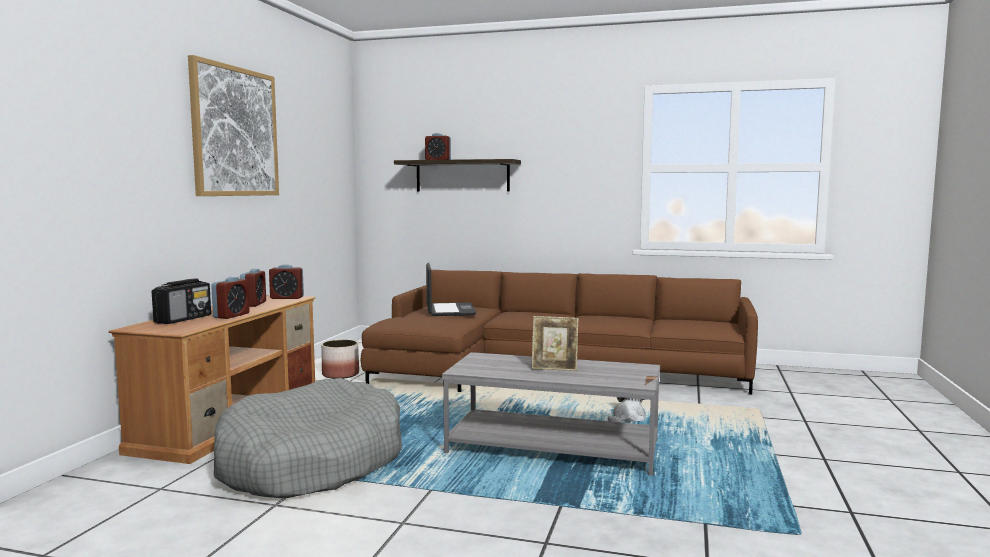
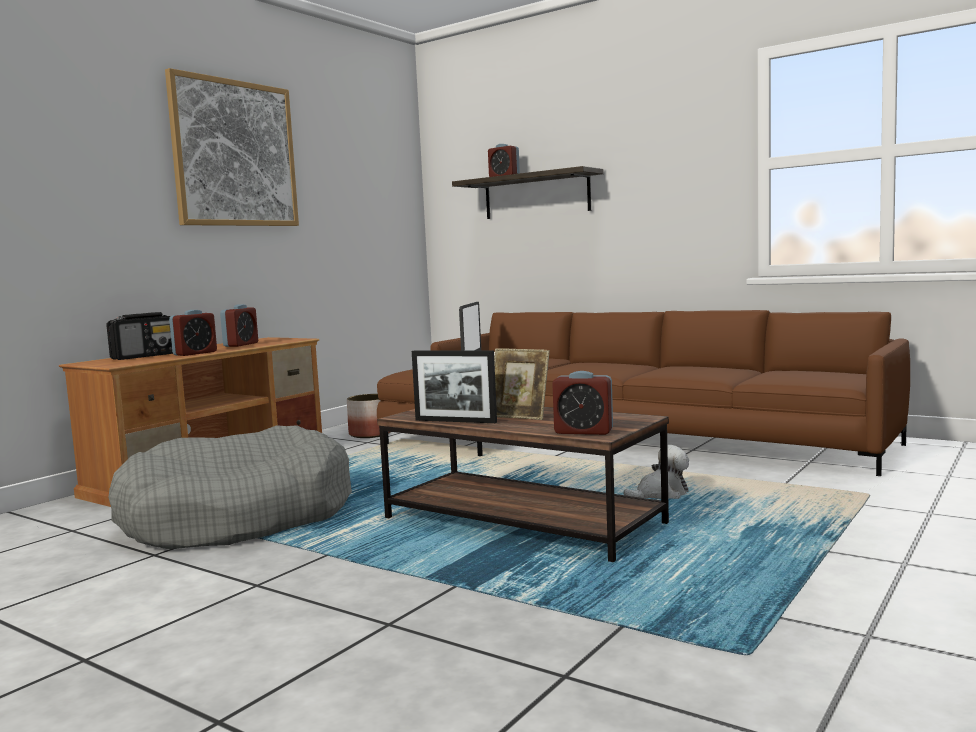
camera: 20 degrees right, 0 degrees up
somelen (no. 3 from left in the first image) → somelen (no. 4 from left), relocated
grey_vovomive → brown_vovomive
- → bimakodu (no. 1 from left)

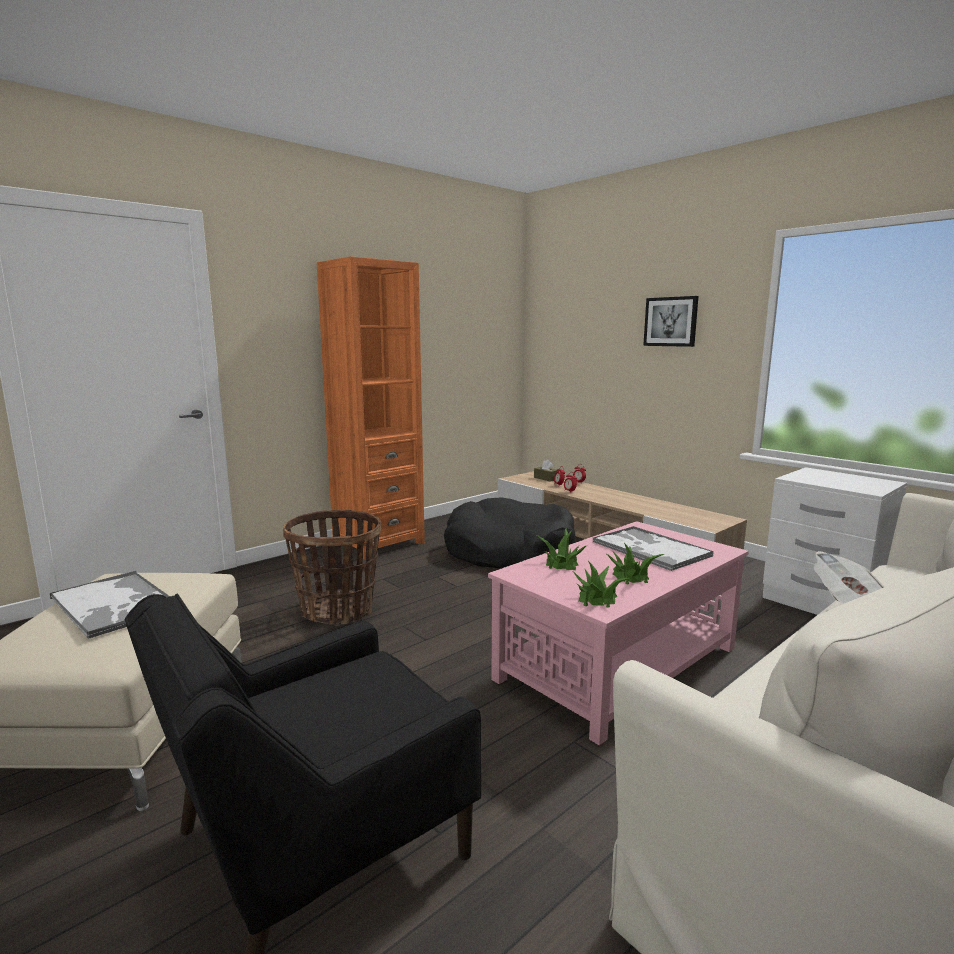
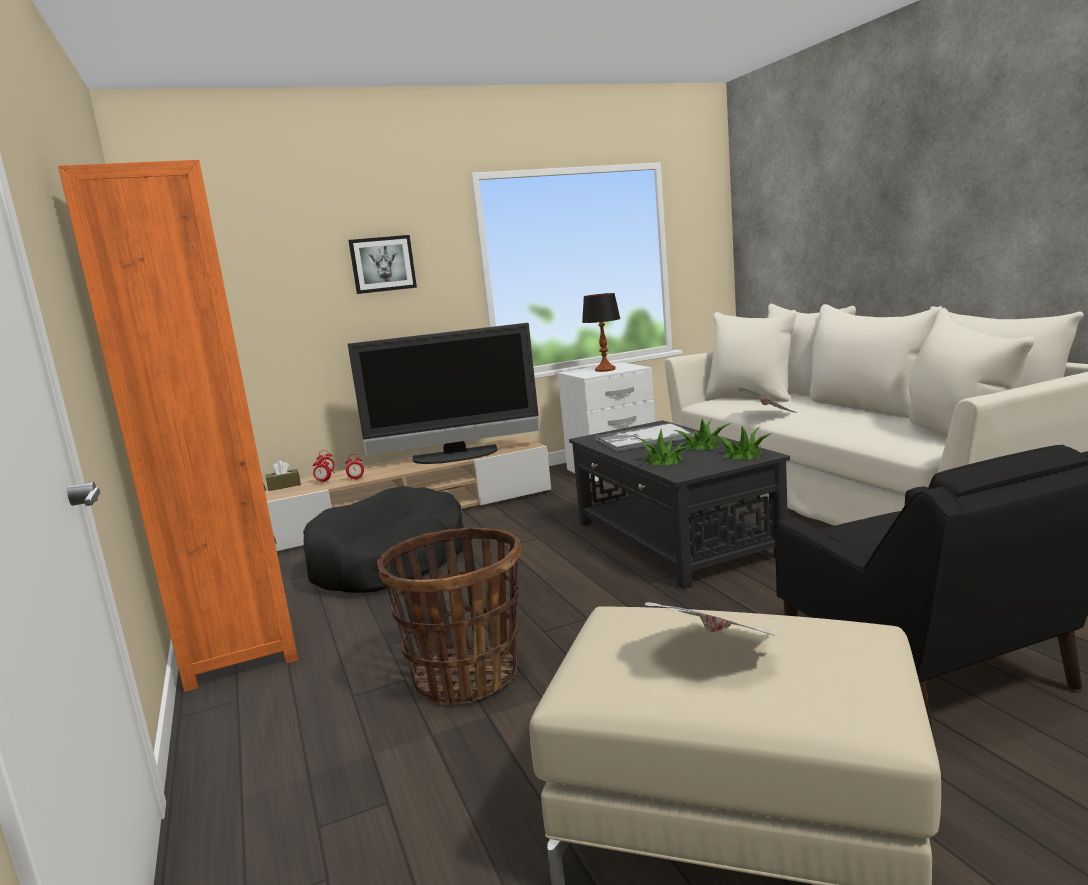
camera: 70 degrees left, 0 degrees up
pink_vovomive → black_vovomive
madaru (no. 1 from left) → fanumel (no. 1 from left)
- → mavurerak
- → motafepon

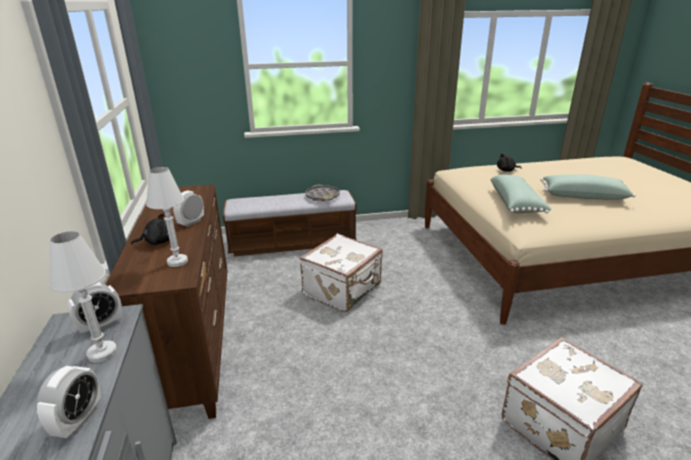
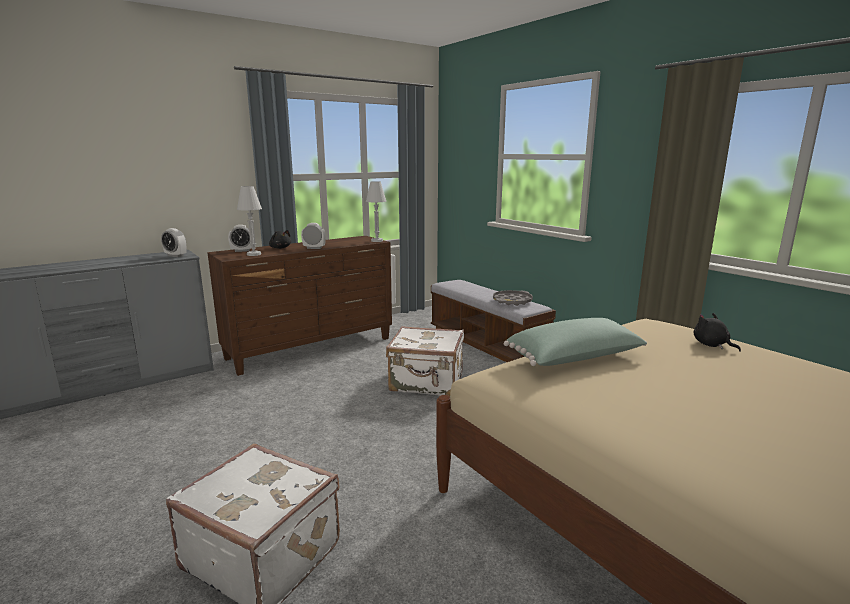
camera: 65 degrees right, 10 degrees down
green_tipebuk (no. 2 from left) → -
white_mavurerak (no. 1 from left in the first image) → white_mavurerak (no. 2 from left), relocated
somelen (no. 1 from left in the first image) → somelen (no. 2 from left), relocated

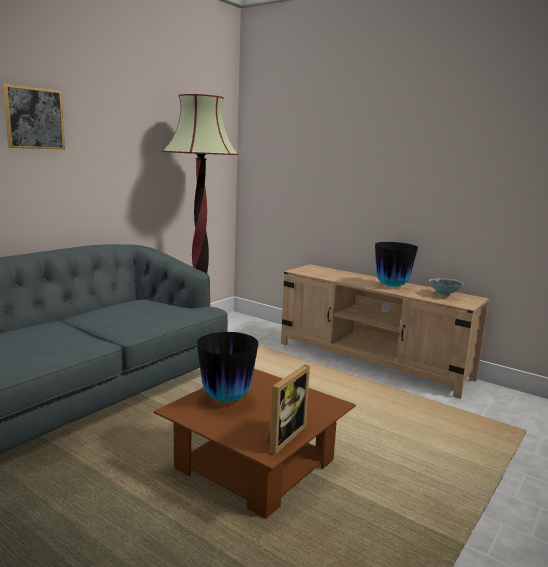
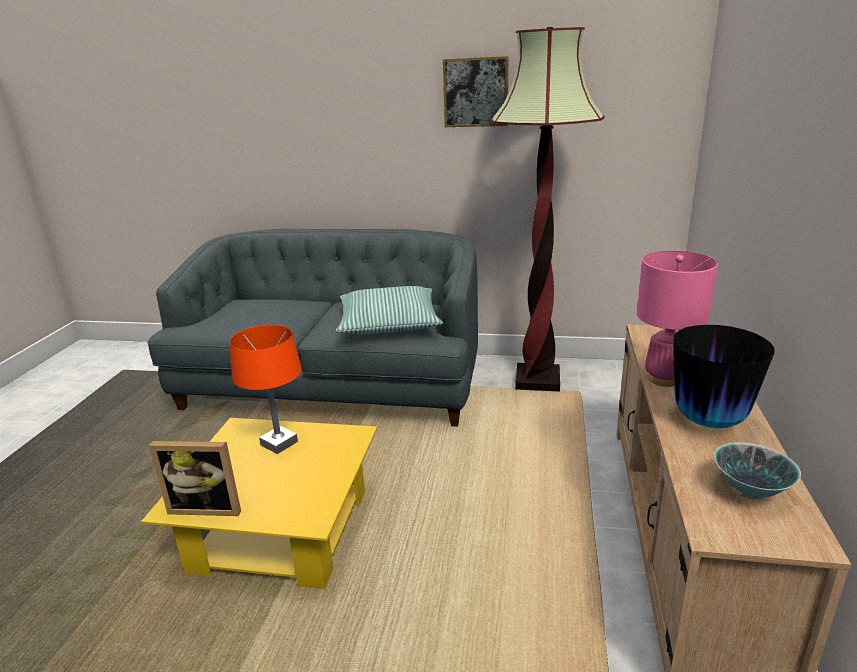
camera: 65 degrees right, 10 degrees up
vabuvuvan, relocated
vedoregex (no. 1 from left) → orange_mavurerak
brown_vovomive → yellow_vovomive
- → pink_mavurerak
- → tipebuk

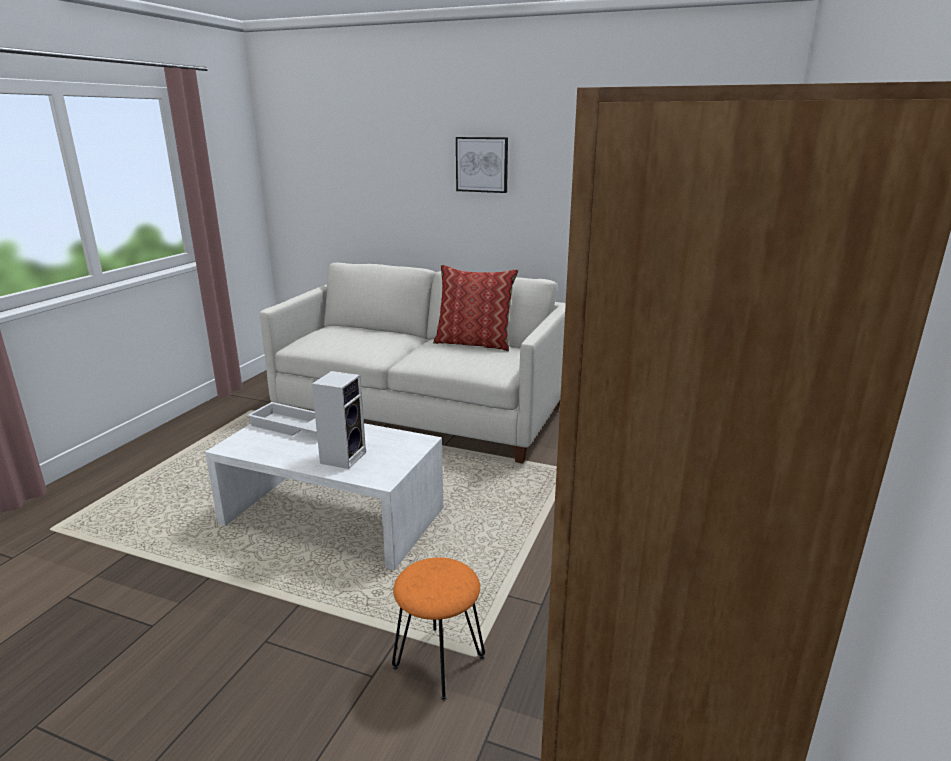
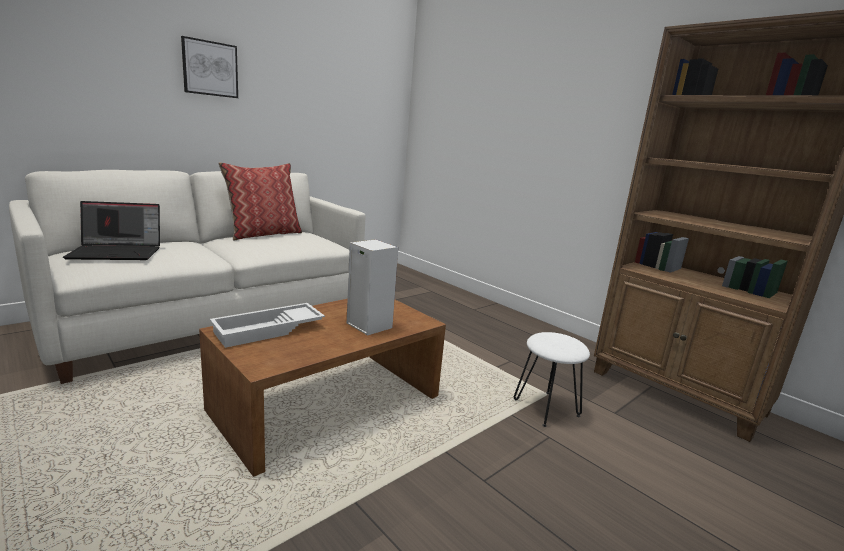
camera: 65 degrees left, 5 degrees down
white_vovomive → brown_vovomive
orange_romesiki → white_romesiki
- → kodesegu

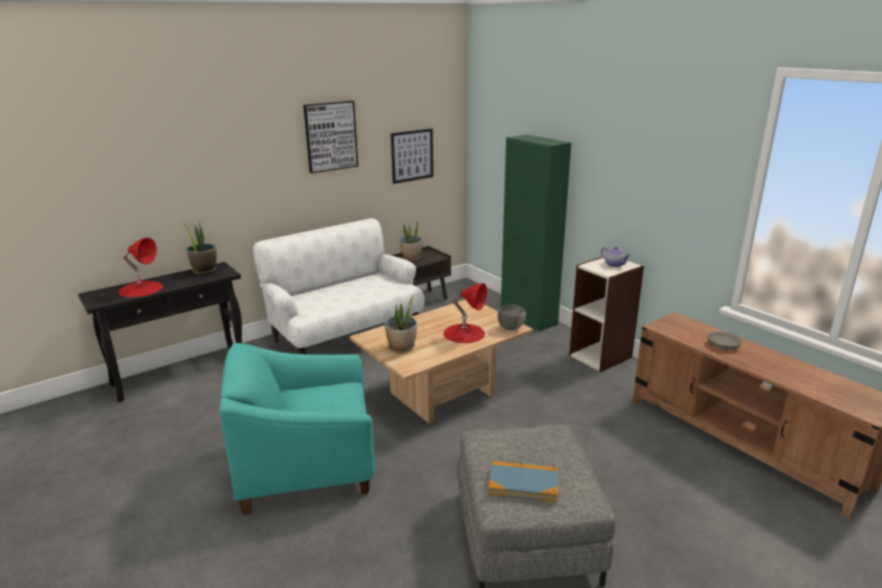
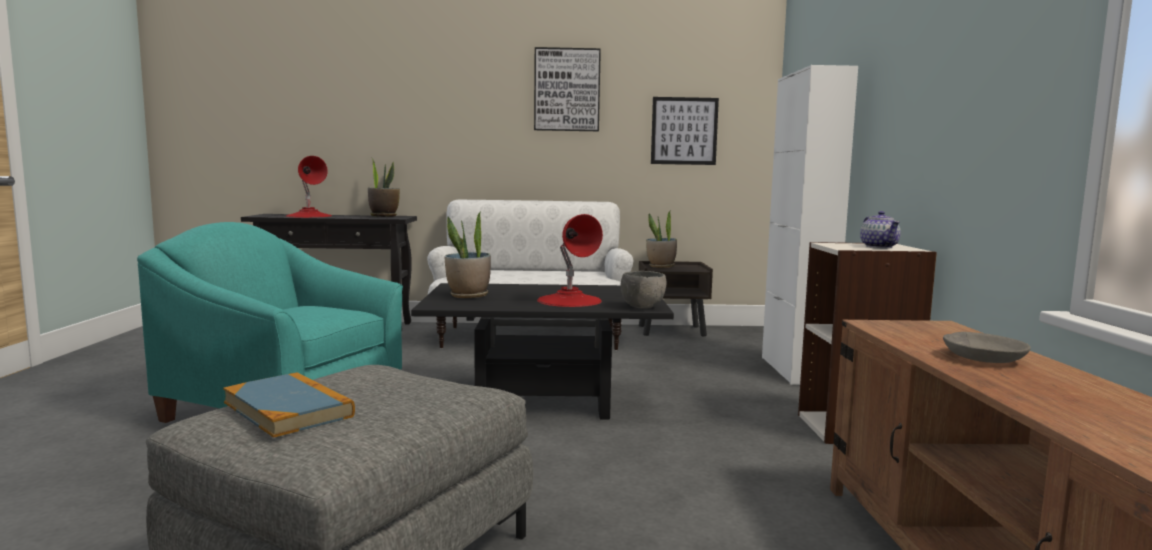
camera: 35 degrees right, 15 degrees down
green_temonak → white_temonak
beige_vovomive → black_vovomive

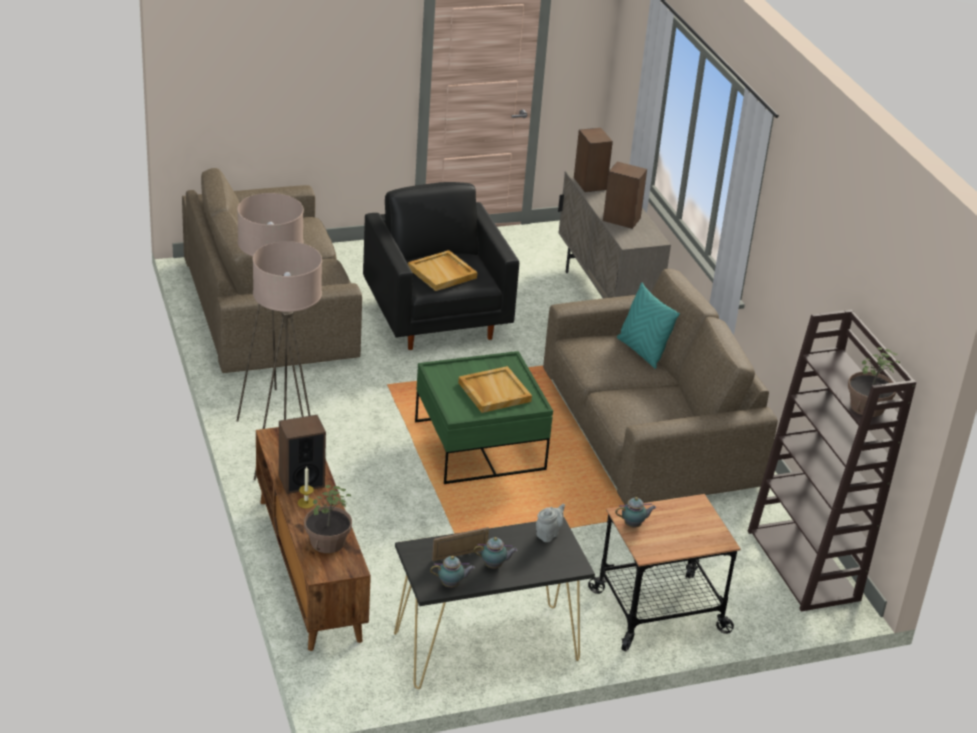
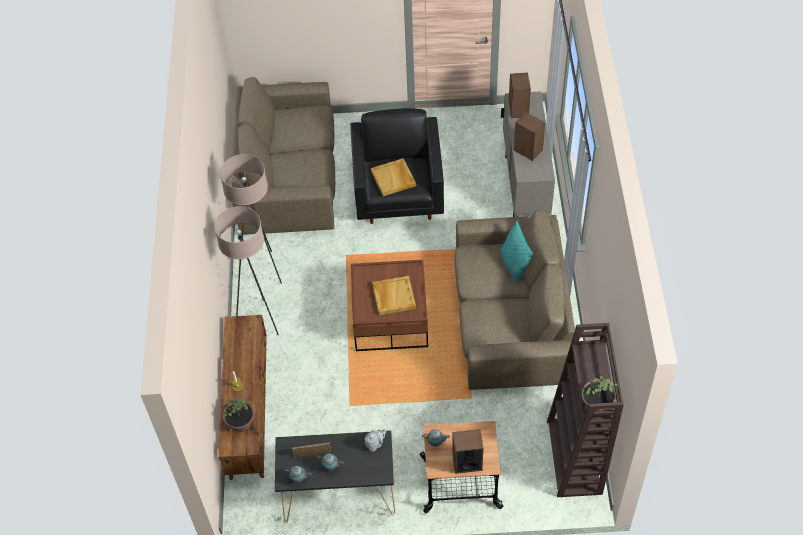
camera: 20 degrees right, 20 degrees up
green_vovomive → brown_vovomive
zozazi (no. 1 from left), relocated

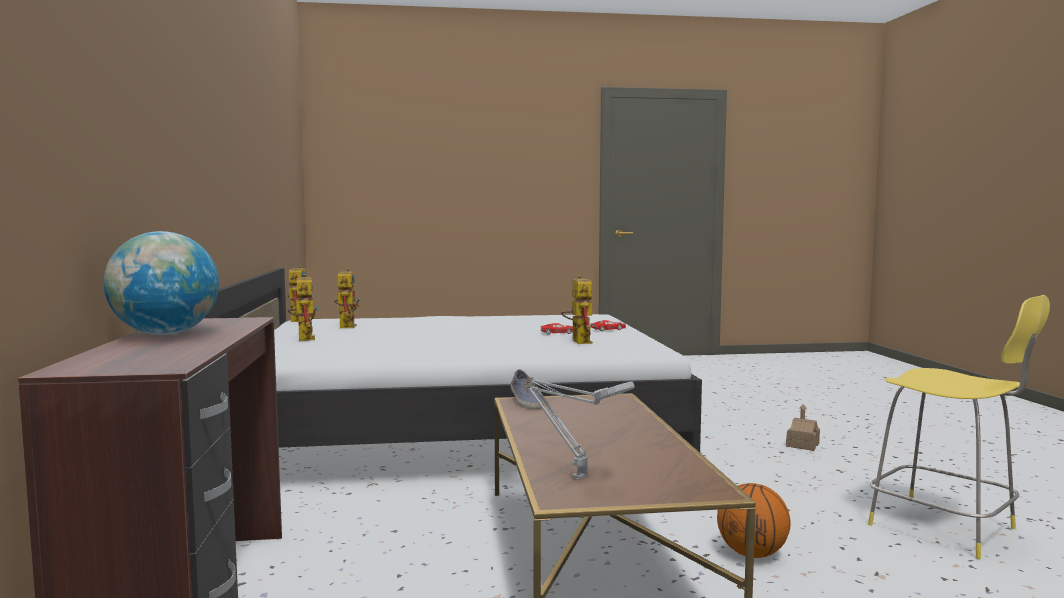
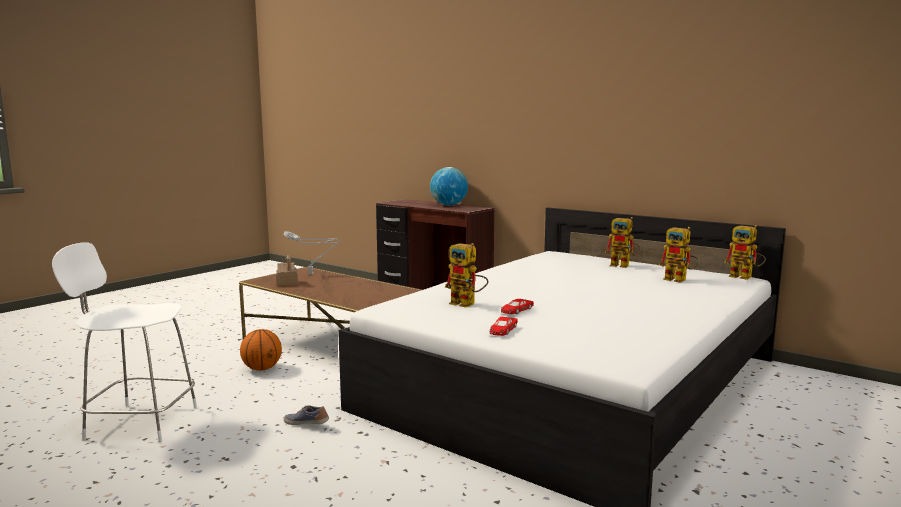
camera: 135 degrees right, 5 degrees up
yellow_romesiki → white_romesiki
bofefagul, relocated
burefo, relocated

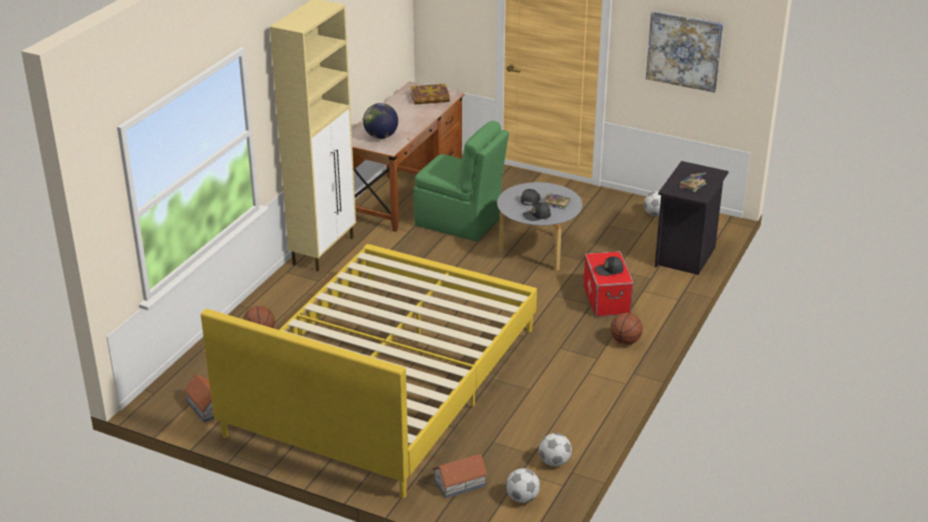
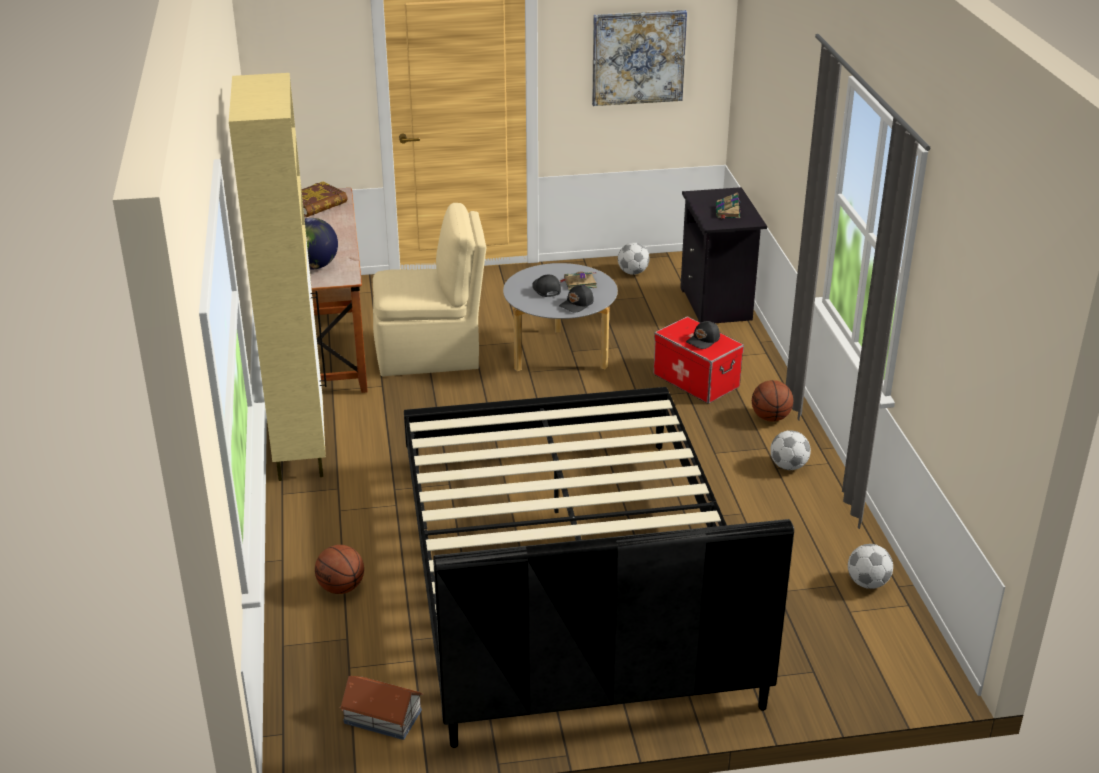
camera: 35 degrees left, 0 degrees up
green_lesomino → beige_lesomino
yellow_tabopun → black_tabopun
burefo (no. 2 from left) → -
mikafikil (no. 1 from left in the first image) → mikafikil (no. 2 from left), relocated

